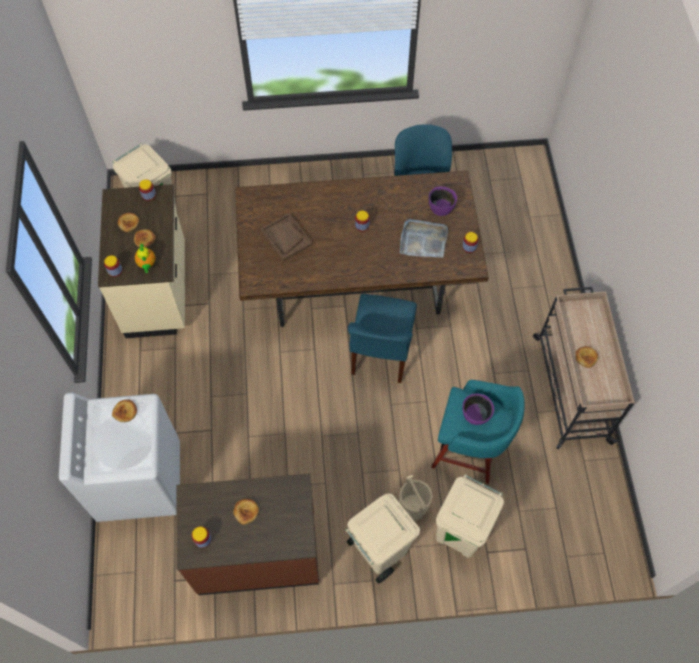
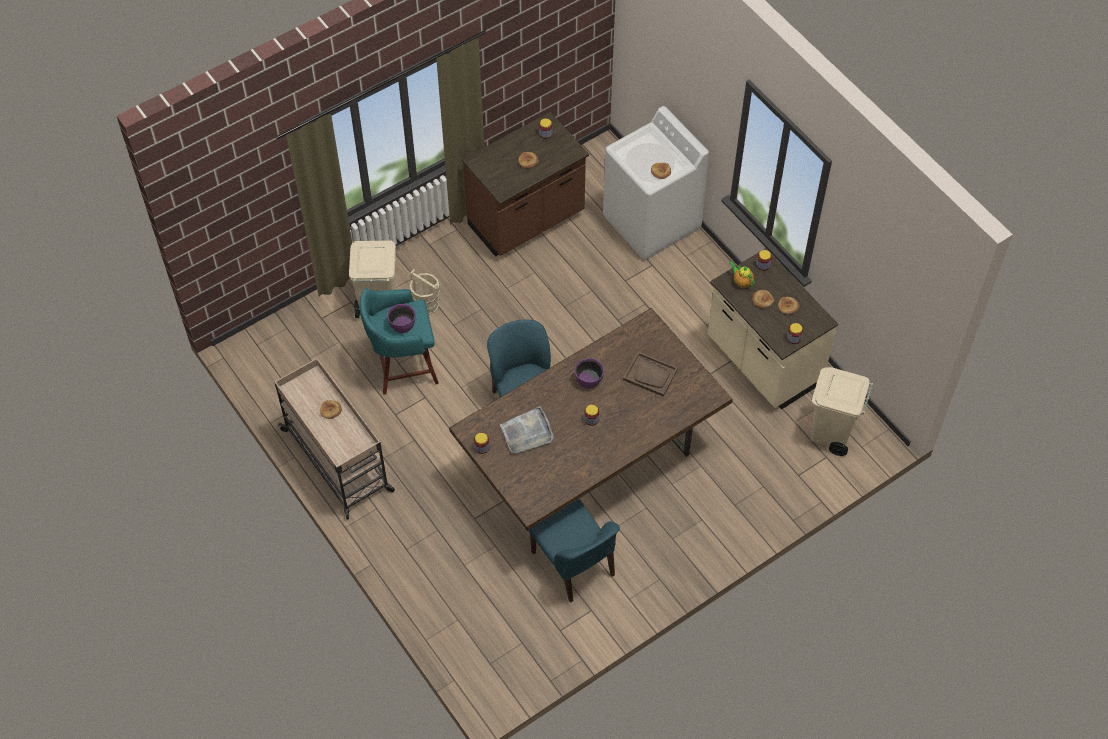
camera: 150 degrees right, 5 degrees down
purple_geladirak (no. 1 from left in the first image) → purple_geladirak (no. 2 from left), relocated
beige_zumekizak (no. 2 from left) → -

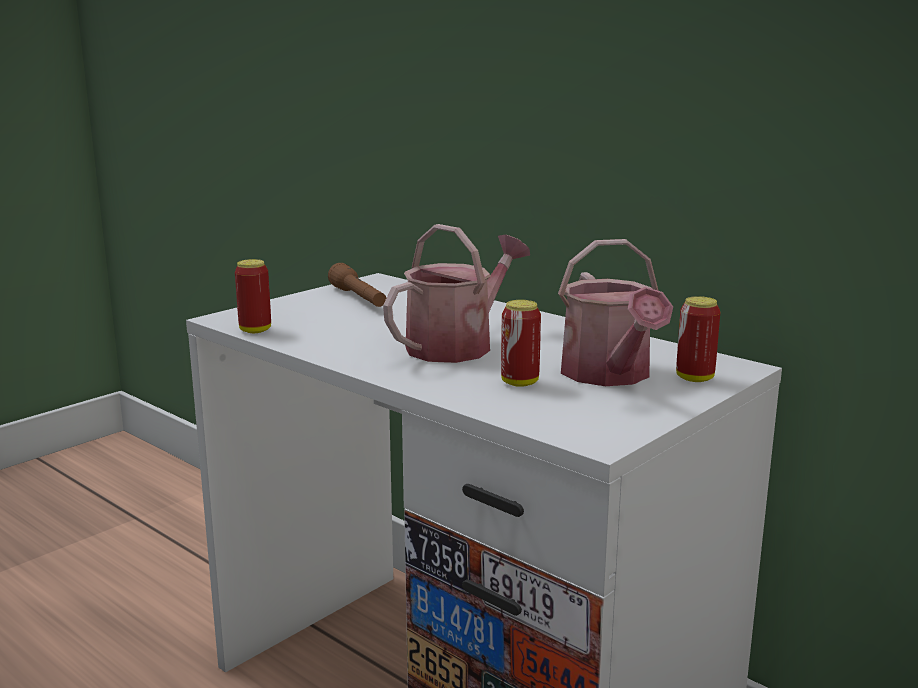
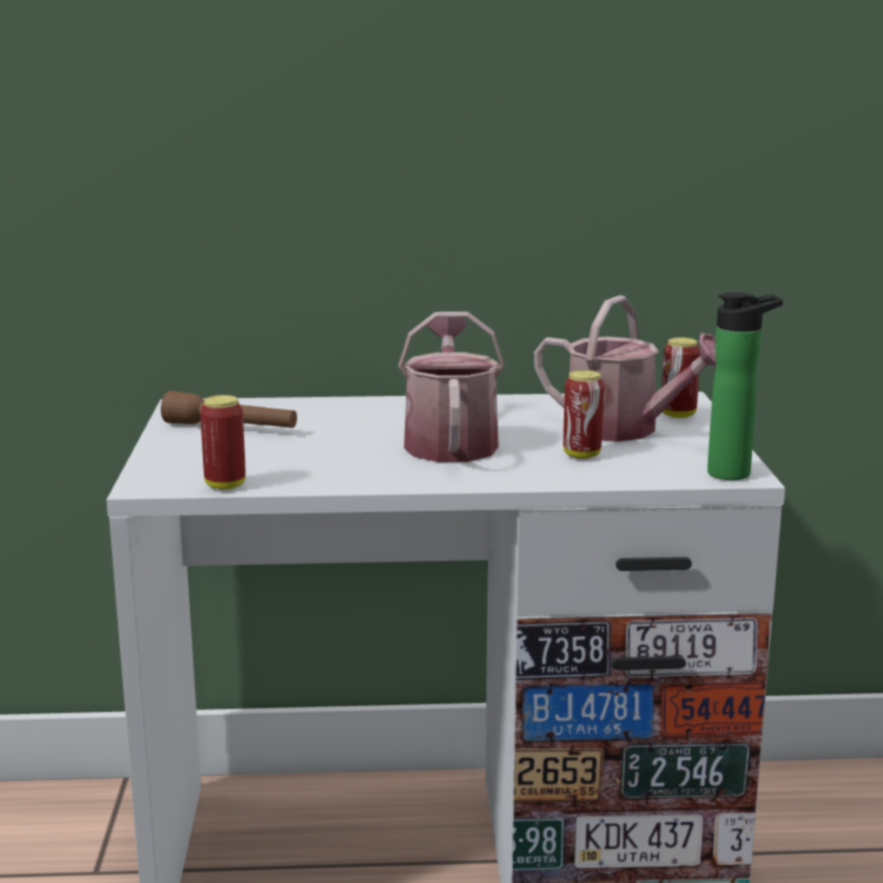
camera: 45 degrees left, 0 degrees up
- → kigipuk

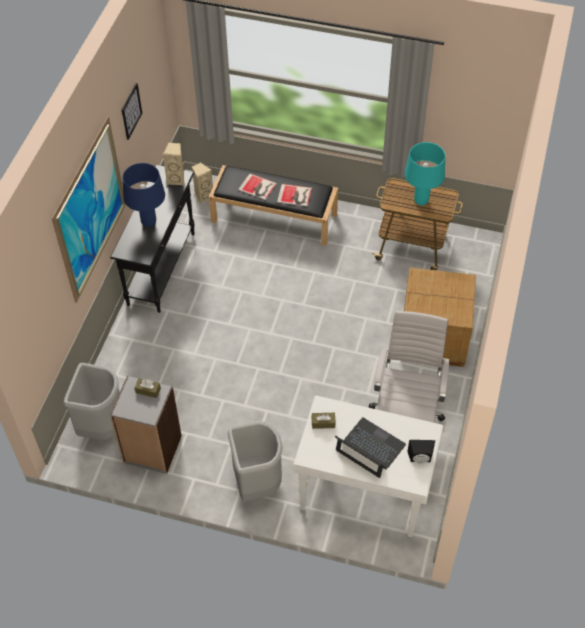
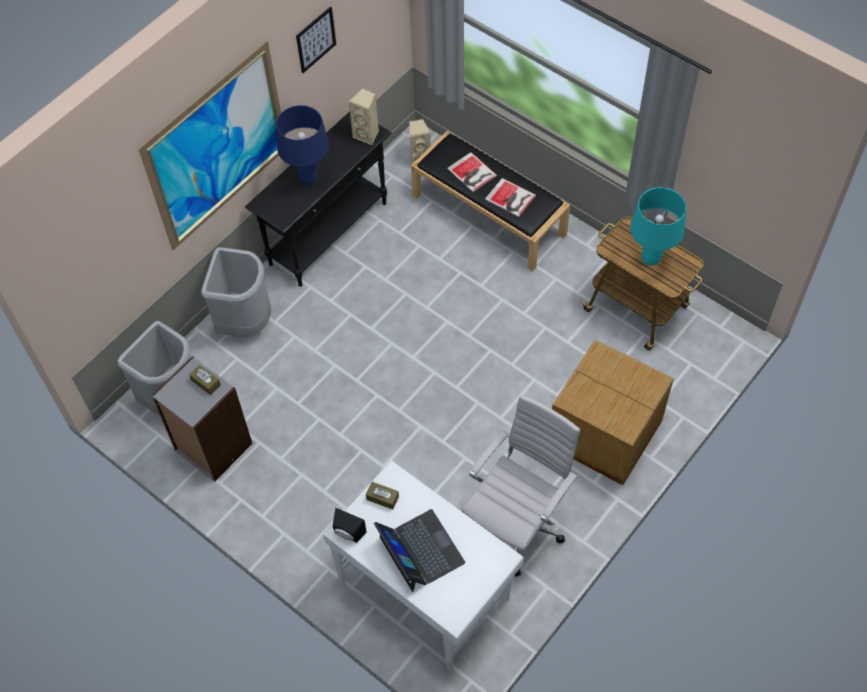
camera: 25 degrees right, 5 degrees up
grey_zumekizak (no. 2 from left), relocated
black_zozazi, relocated

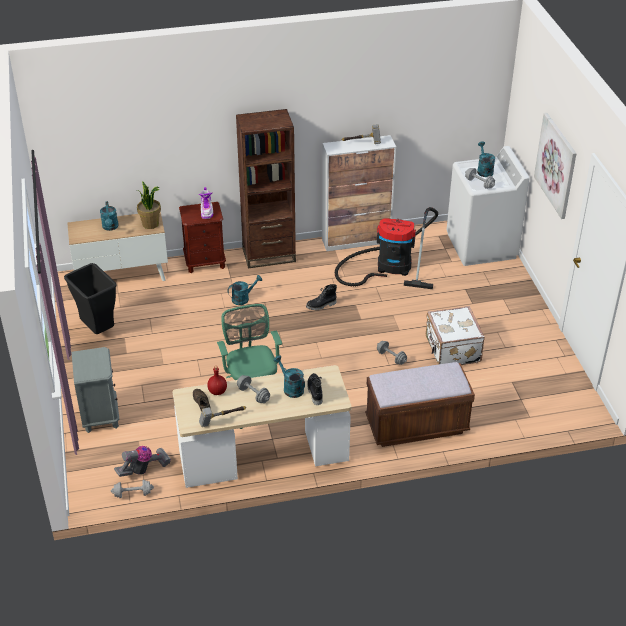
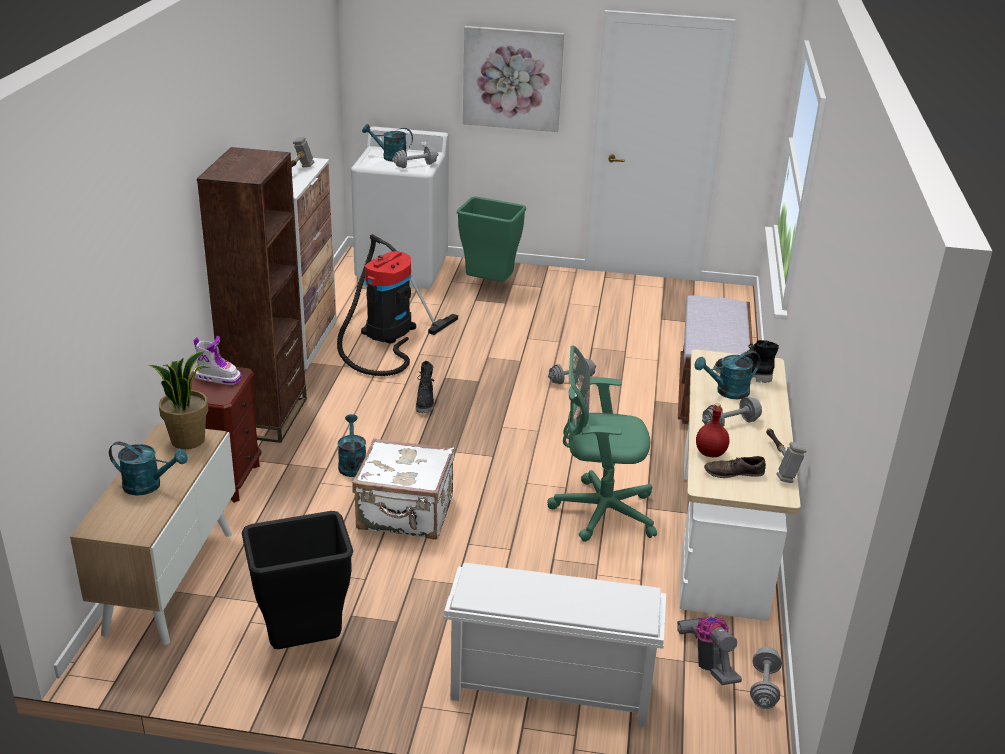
camera: 70 degrees left, 10 degrees down
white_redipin, relocated
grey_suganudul → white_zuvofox
- → green_zumekizak

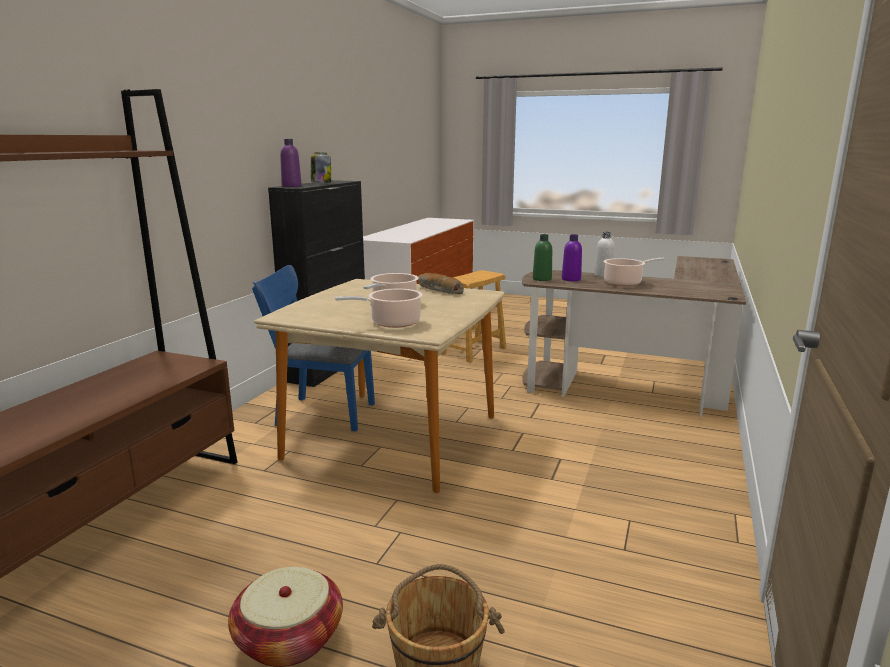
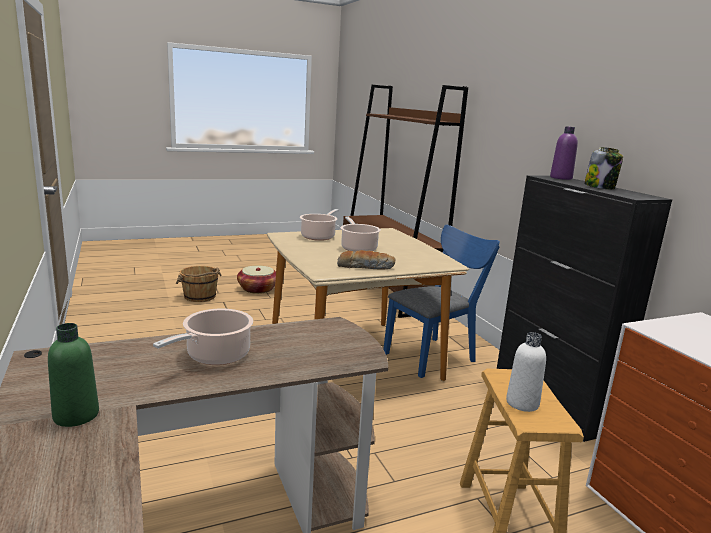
camera: 135 degrees right, 0 degrees up
white_kigipuk, relocated
green_kigipuk, relocated
purple_kigipuk (no. 2 from left) → -

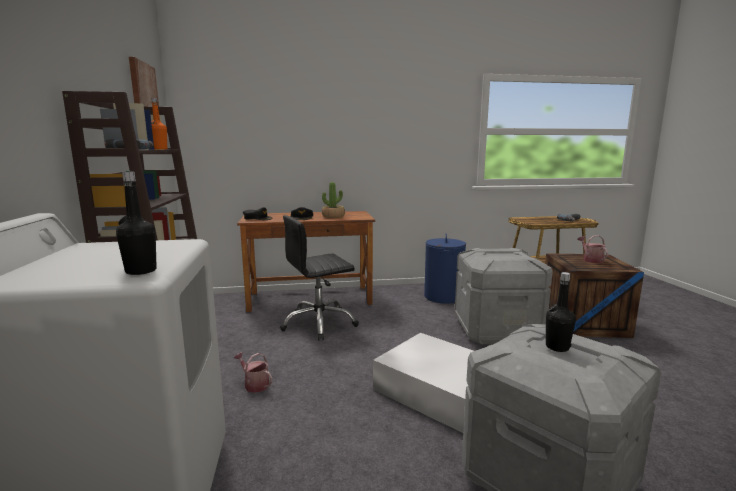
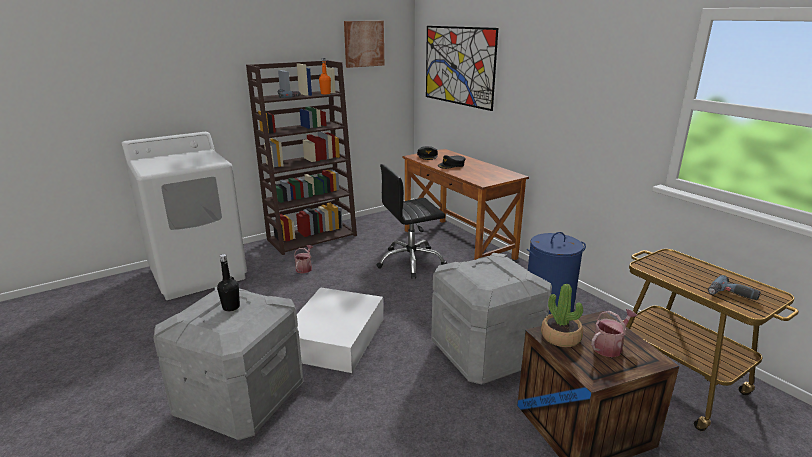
camera: 65 degrees right, 10 degrees up
black_kigipuk (no. 1 from left) → -
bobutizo, relocated
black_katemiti, 60 degrees counterclockwise
- → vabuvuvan (no. 2 from left)

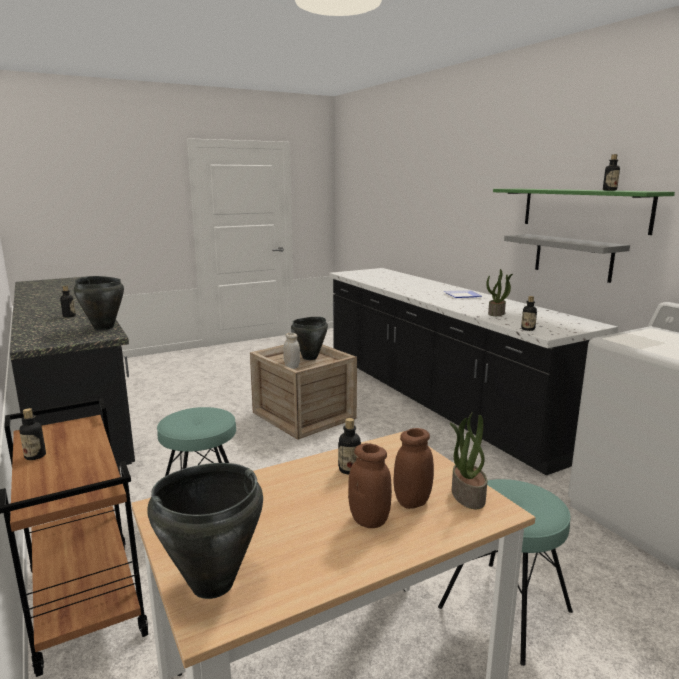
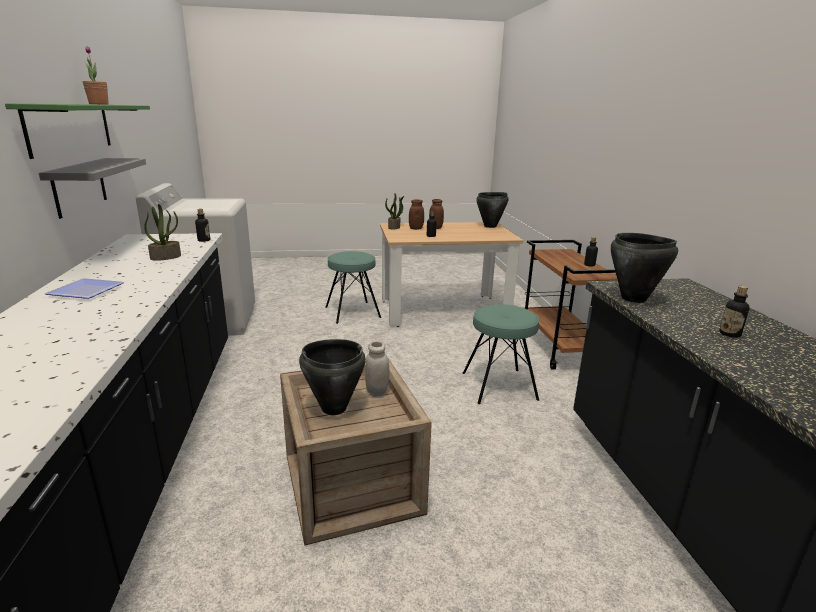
camera: 160 degrees left, 5 degrees up
kigipuk (no. 5 from left) → bobutizo (no. 1 from left)

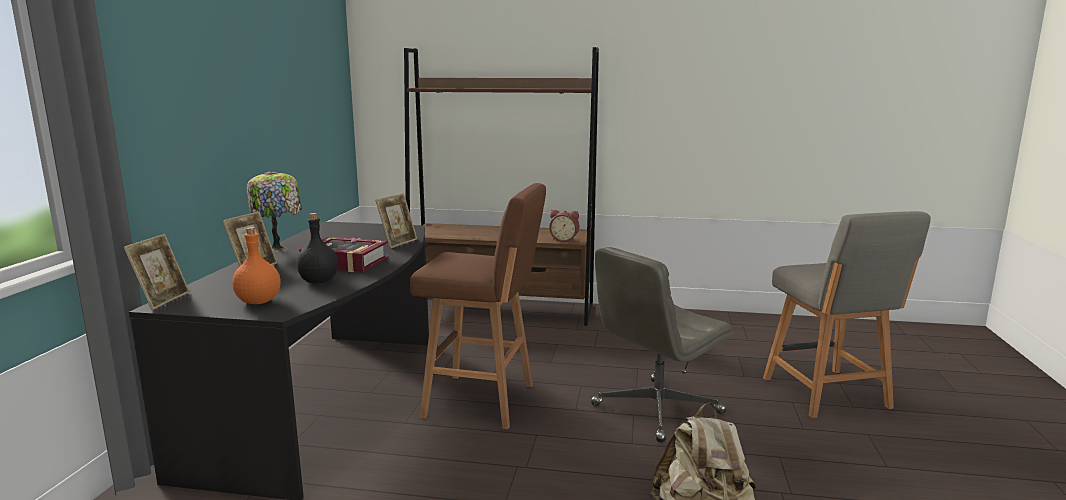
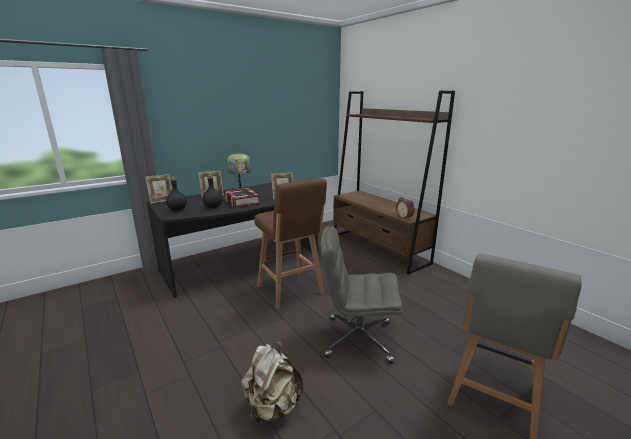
camera: 45 degrees right, 5 degrees up
orange_kigipuk → black_kigipuk (no. 1 from left)

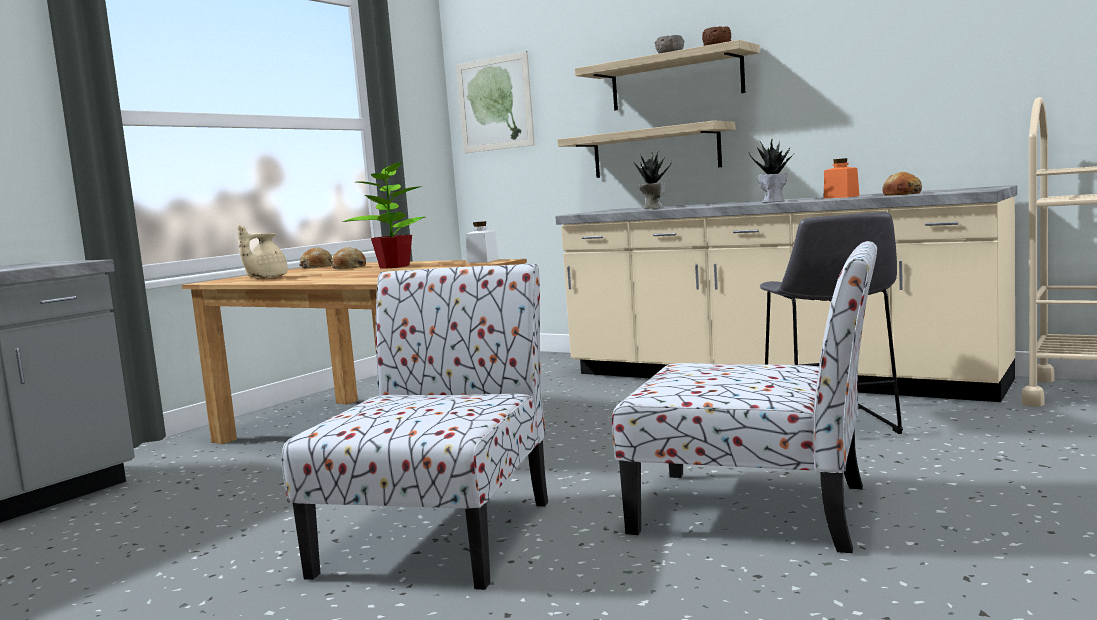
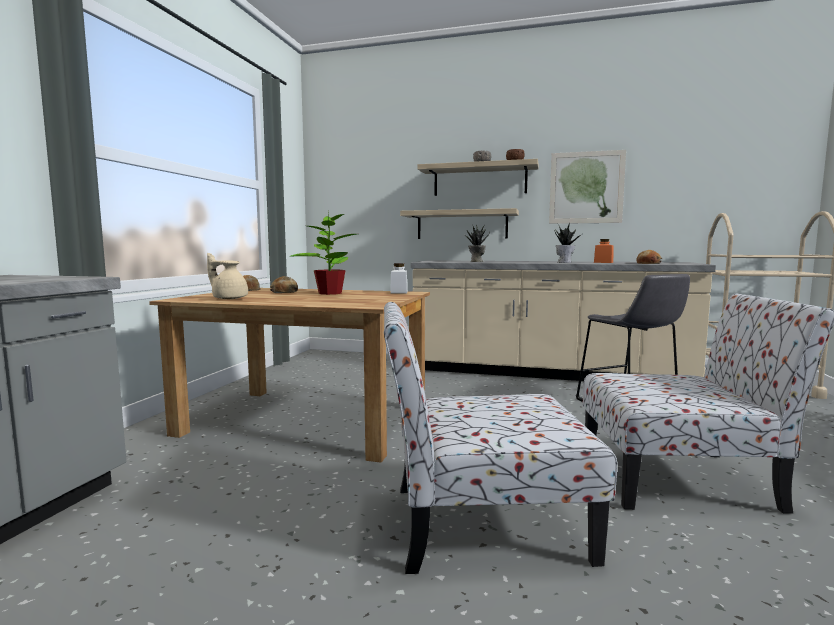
camera: 20 degrees left, 0 degrees up
vabuvuvan, relocated
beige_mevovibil, 105 degrees clockwise
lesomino (no. 1 from left), 90 degrees counterclockwise

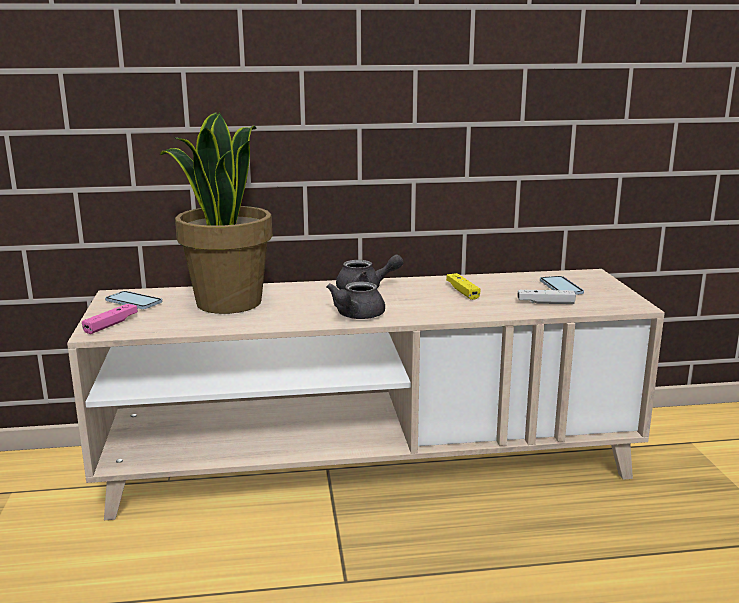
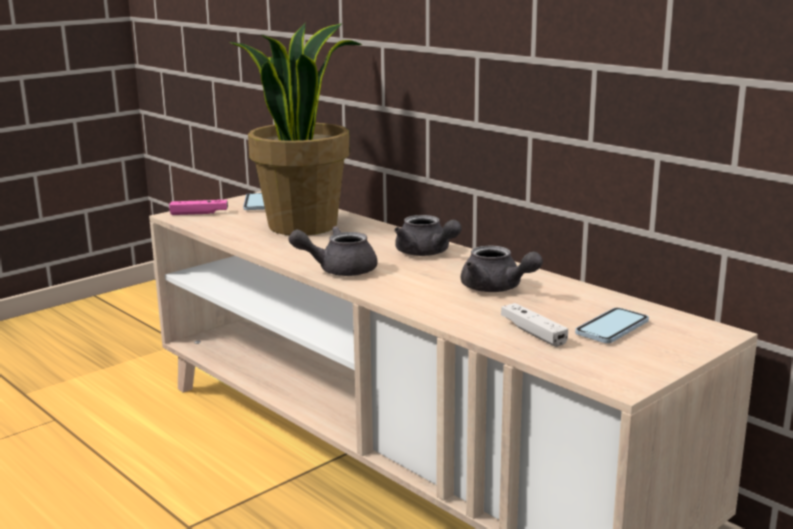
camera: 55 degrees right, 0 degrees up
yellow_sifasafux → grey_mevovibil (no. 3 from left)

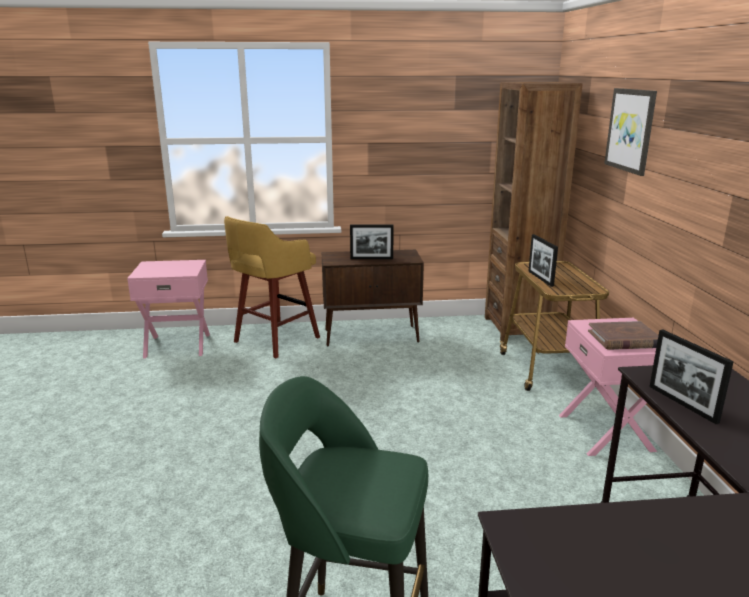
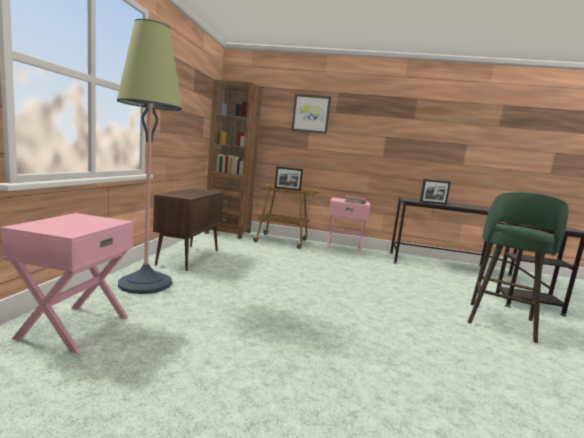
camera: 75 degrees left, 10 degrees down
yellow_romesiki → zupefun
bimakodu (no. 1 from left) → -

